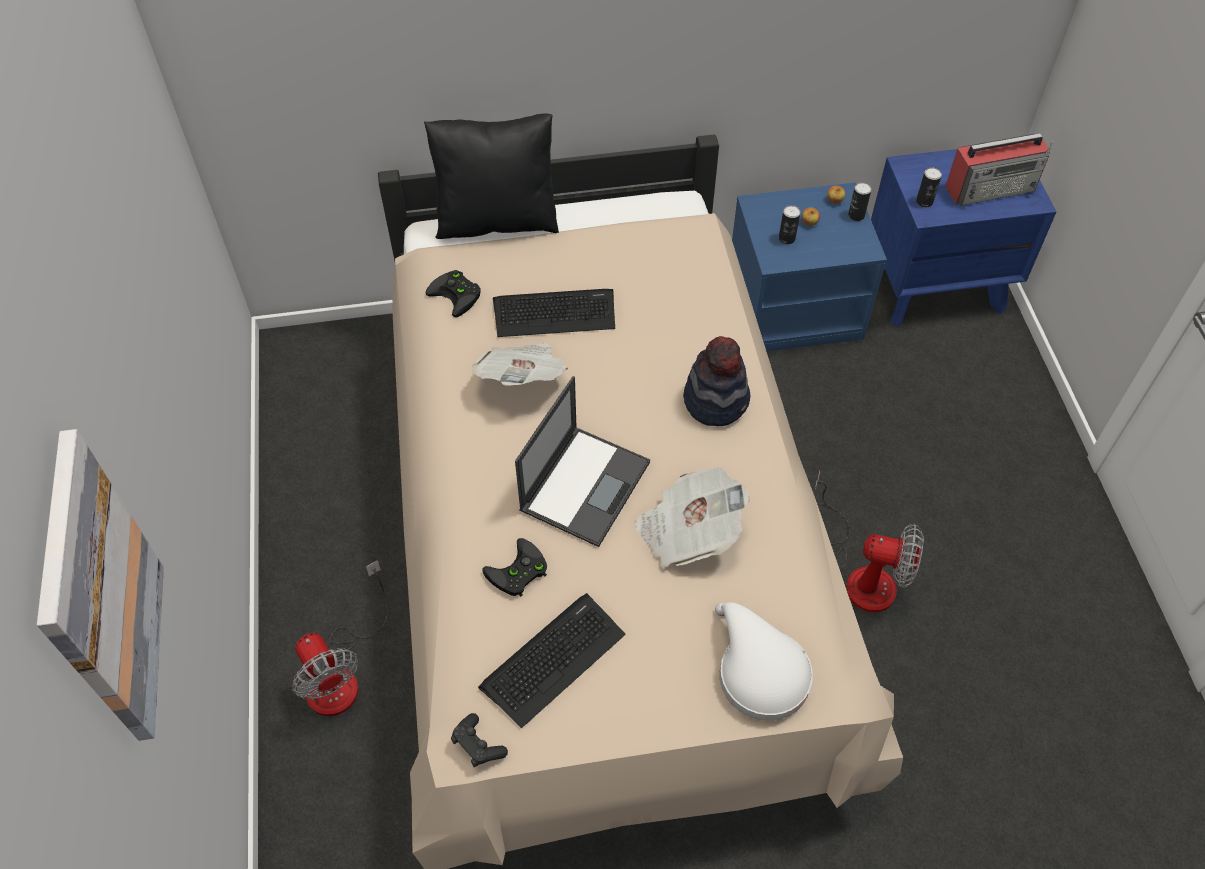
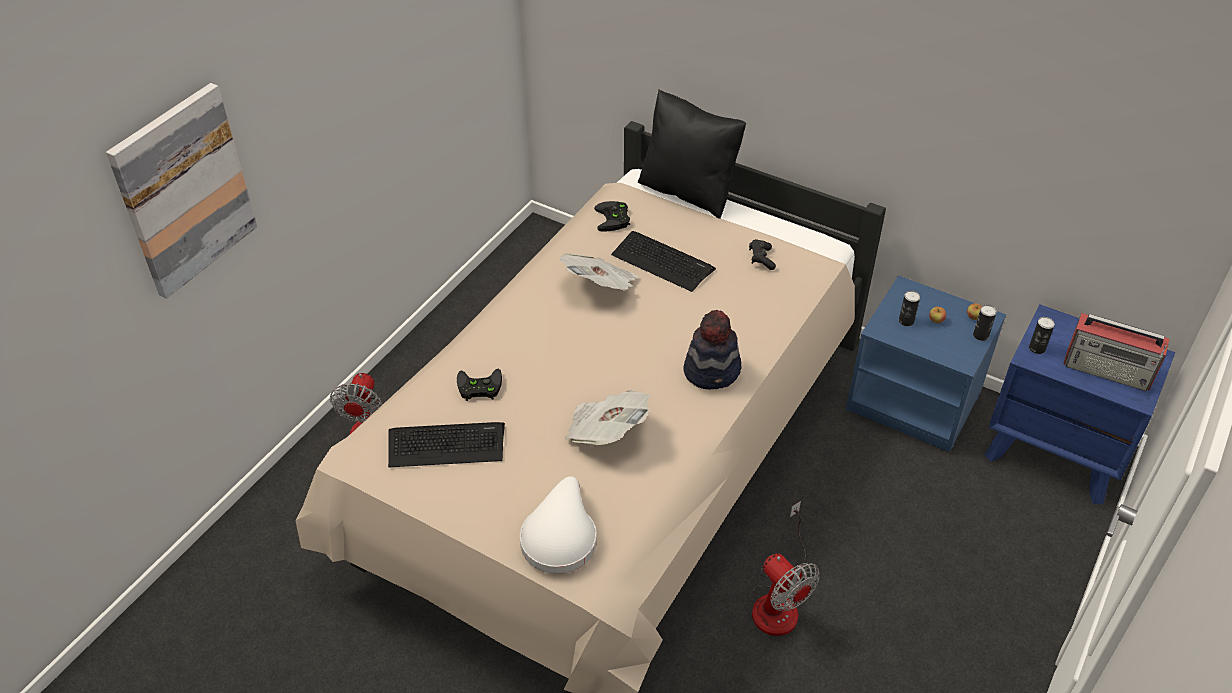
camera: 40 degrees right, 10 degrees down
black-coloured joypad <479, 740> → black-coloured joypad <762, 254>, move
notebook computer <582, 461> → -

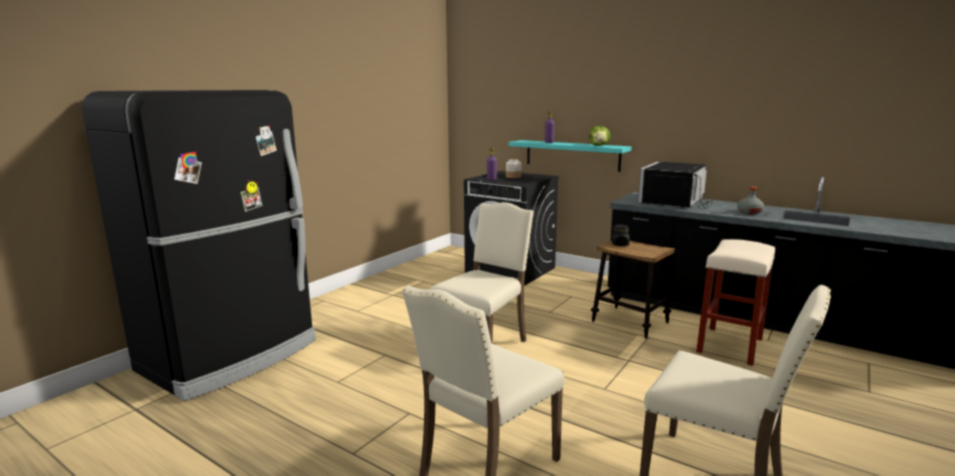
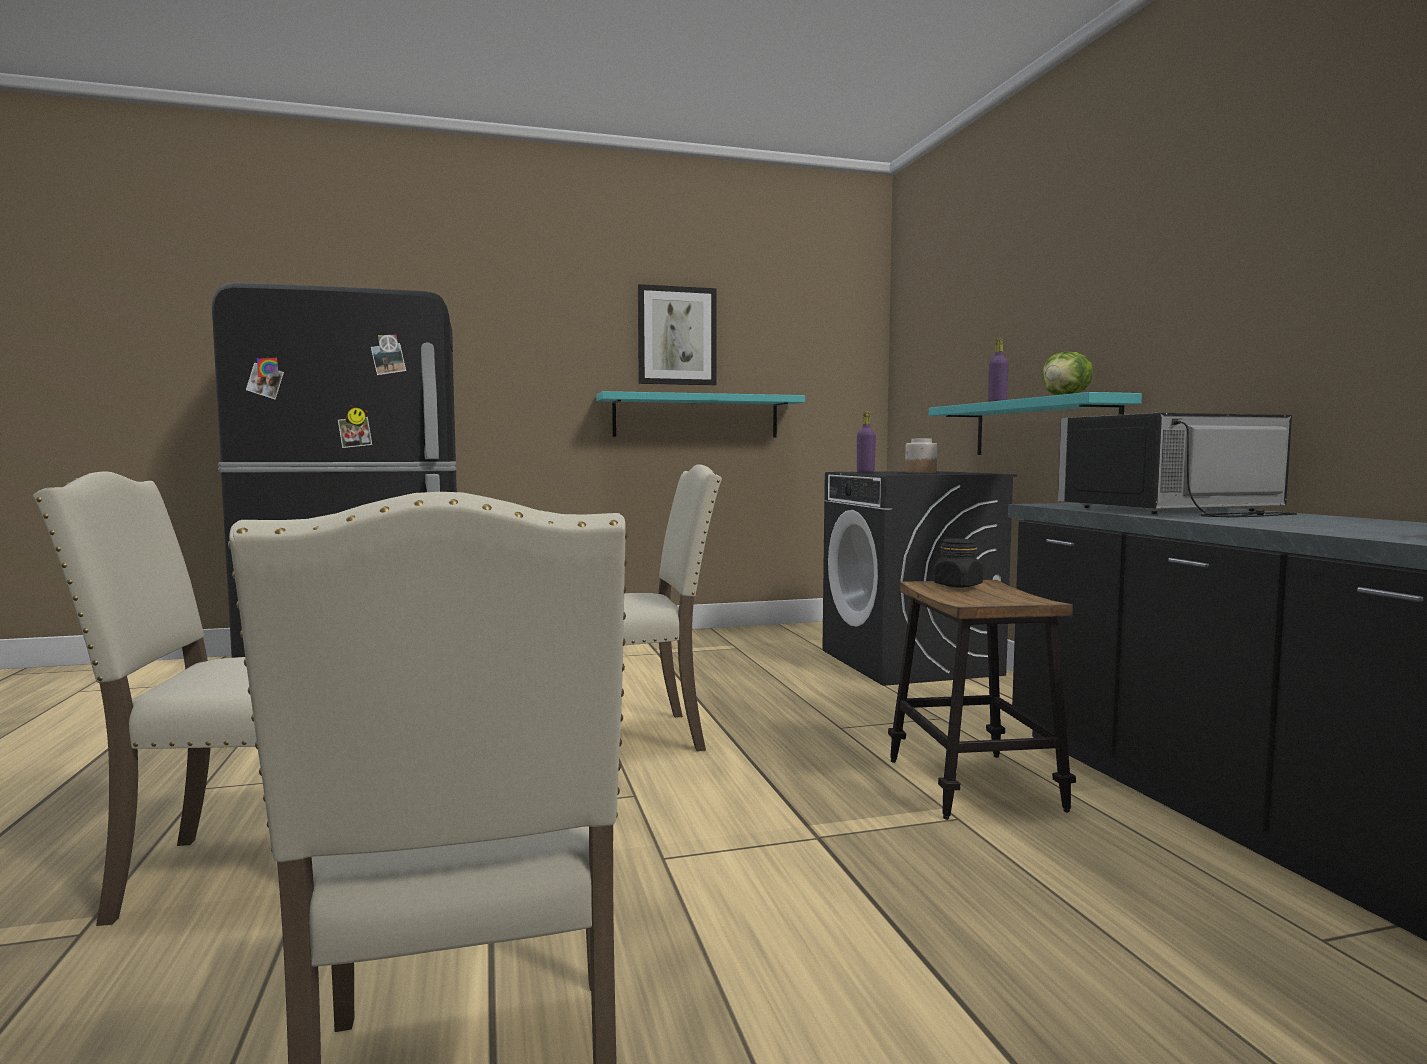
camera: 40 degrees right, 10 degrees down
- → turquoise wall shelf <700, 414>
- → picture <677, 334>
beige stool seat <735, 302> → -
greyish beverage bottle <750, 200> → -

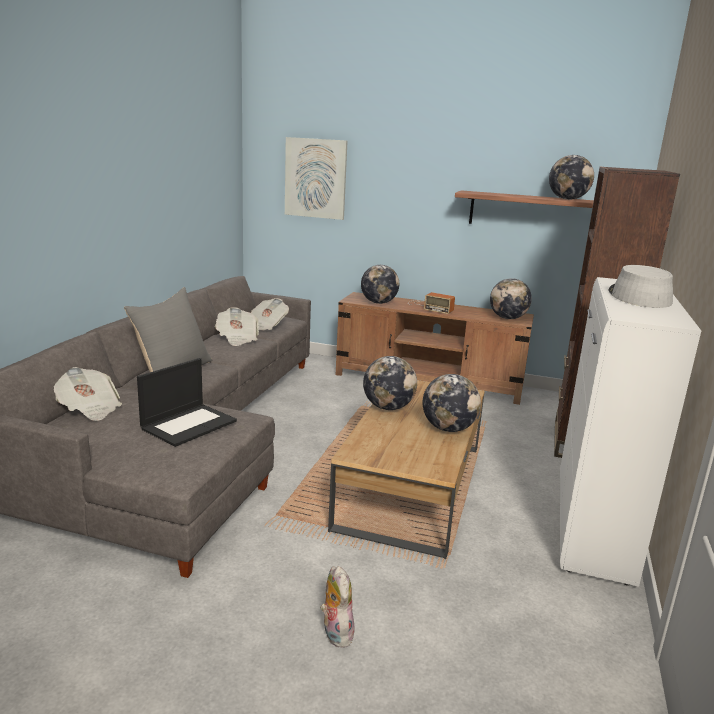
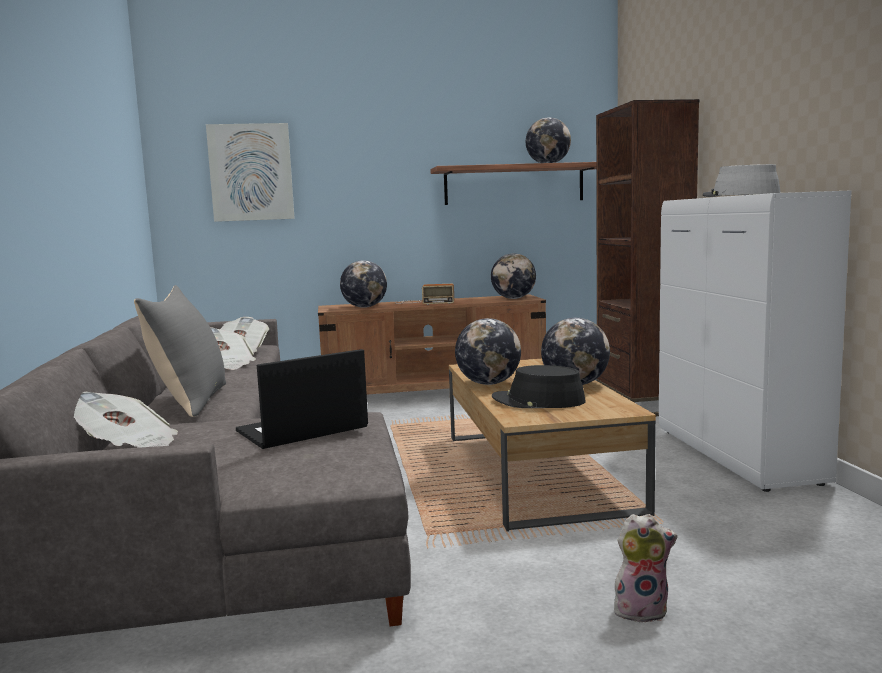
camera: 25 degrees left, 10 degrees down
notebook computer <187, 402> → notebook computer <302, 399>, 135 degrees counterclockwise
- → black-coloured wearable hat <539, 386>
soft toy <337, 607> → soft toy <646, 568>, 135 degrees clockwise

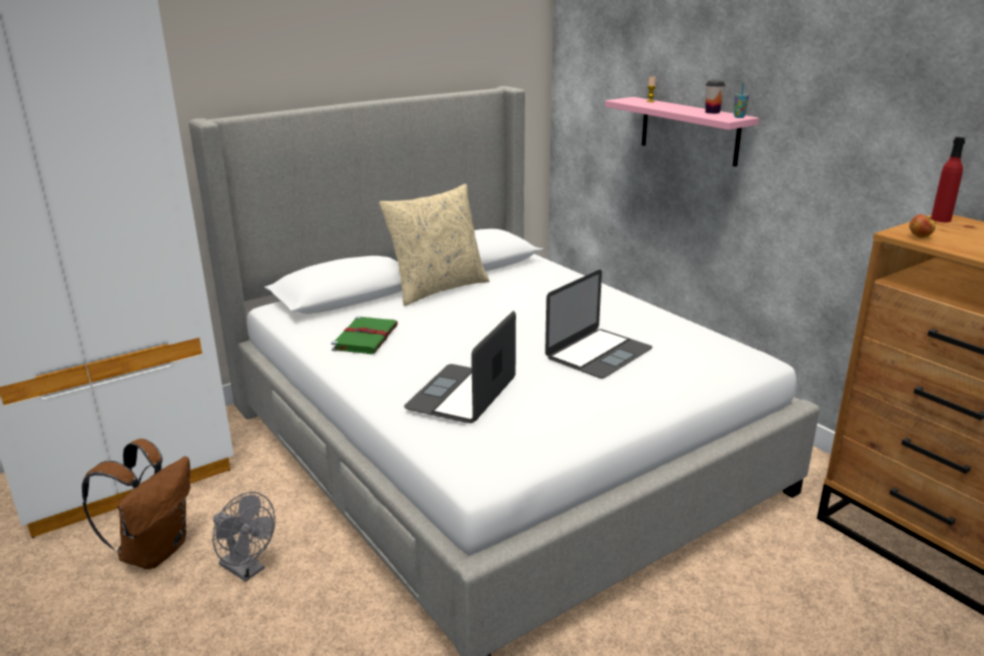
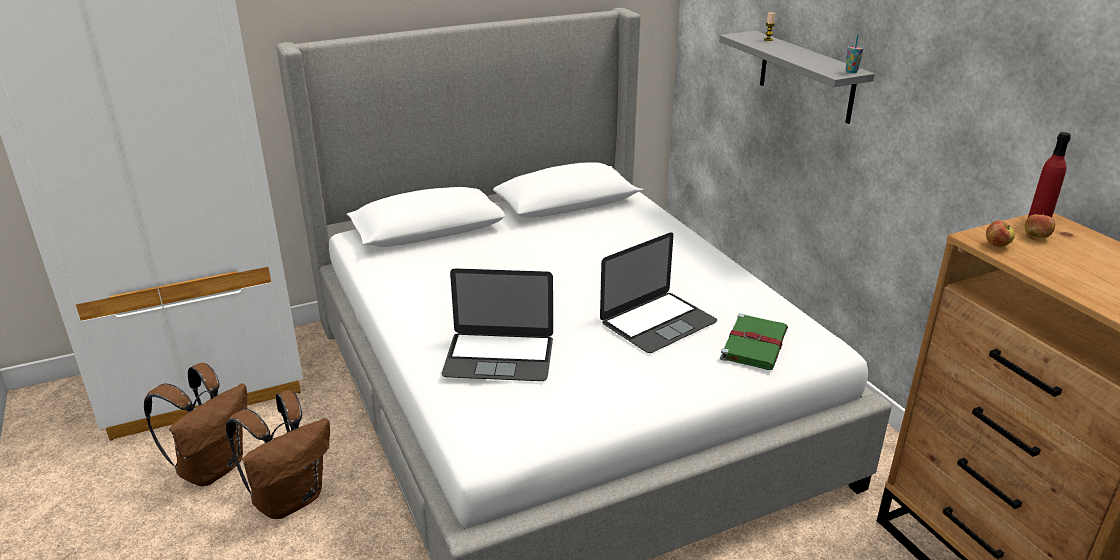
camera: 10 degrees right, 5 degrees up
greyish cooling fan <244, 537> → brown-coloured rucksack <278, 454>
notebook computer <460, 367> → notebook computer <497, 324>, 120 degrees counterclockwise
pink wall shelf <682, 132> → greyish wall shelf <796, 77>
green bound book <364, 335> → green bound book <754, 341>, move
- → apple fruit <1040, 225>
beige cushion <434, 245> → -
drinking cup <715, 97> → -

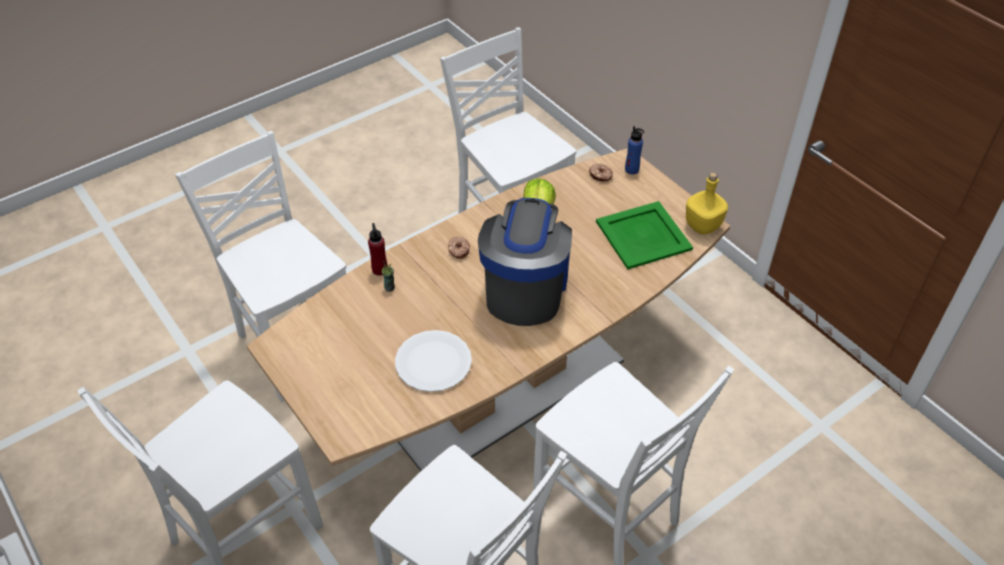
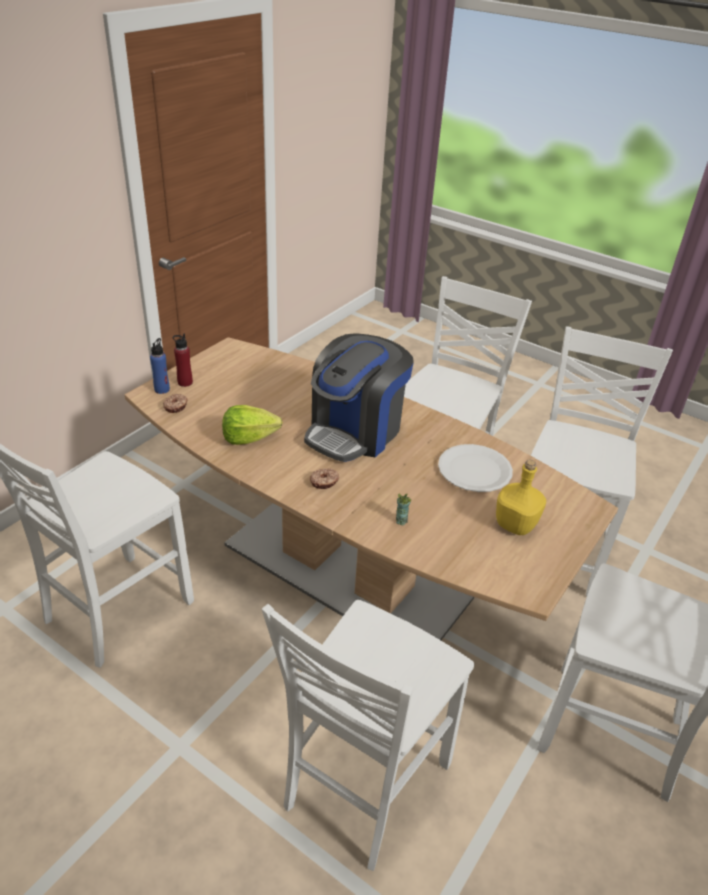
camera: 110 degrees left, 10 degrees down
reddish beverage bottle <378, 249> → reddish beverage bottle <183, 360>, move
coffee machine <525, 262> → coffee machine <359, 397>, 45 degrees counterclockwise
yellow beverage bottle <707, 203> → yellow beverage bottle <521, 497>, move
green serving tray <644, 235> → -

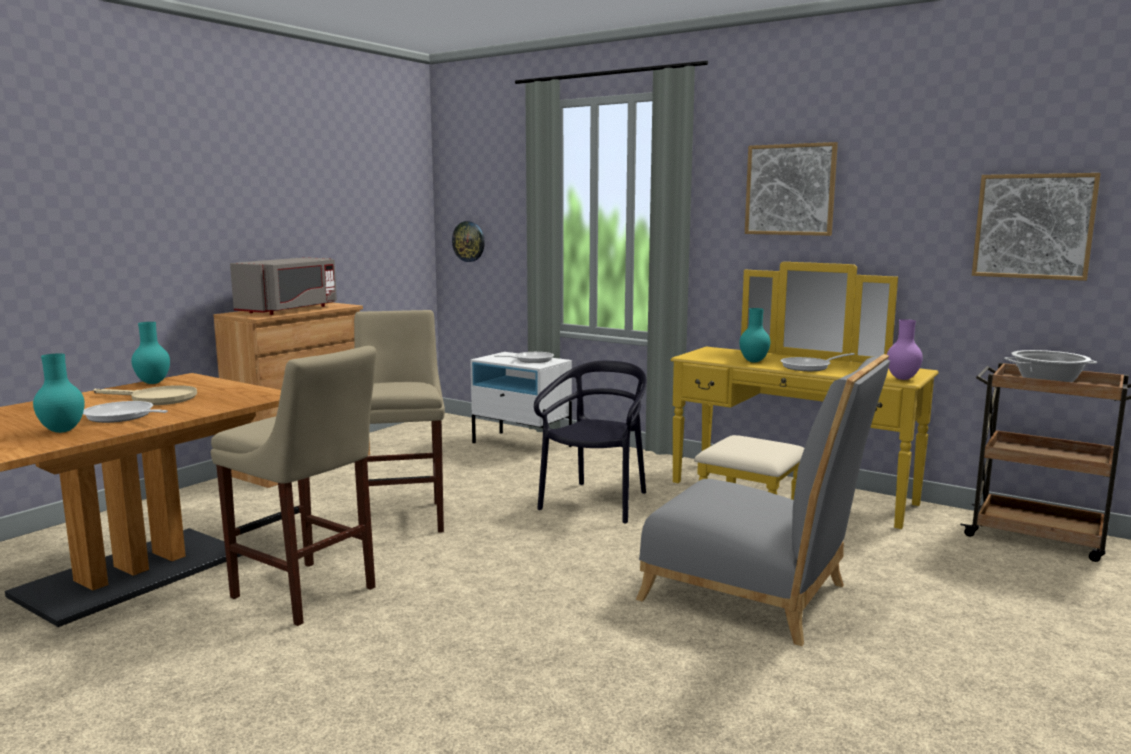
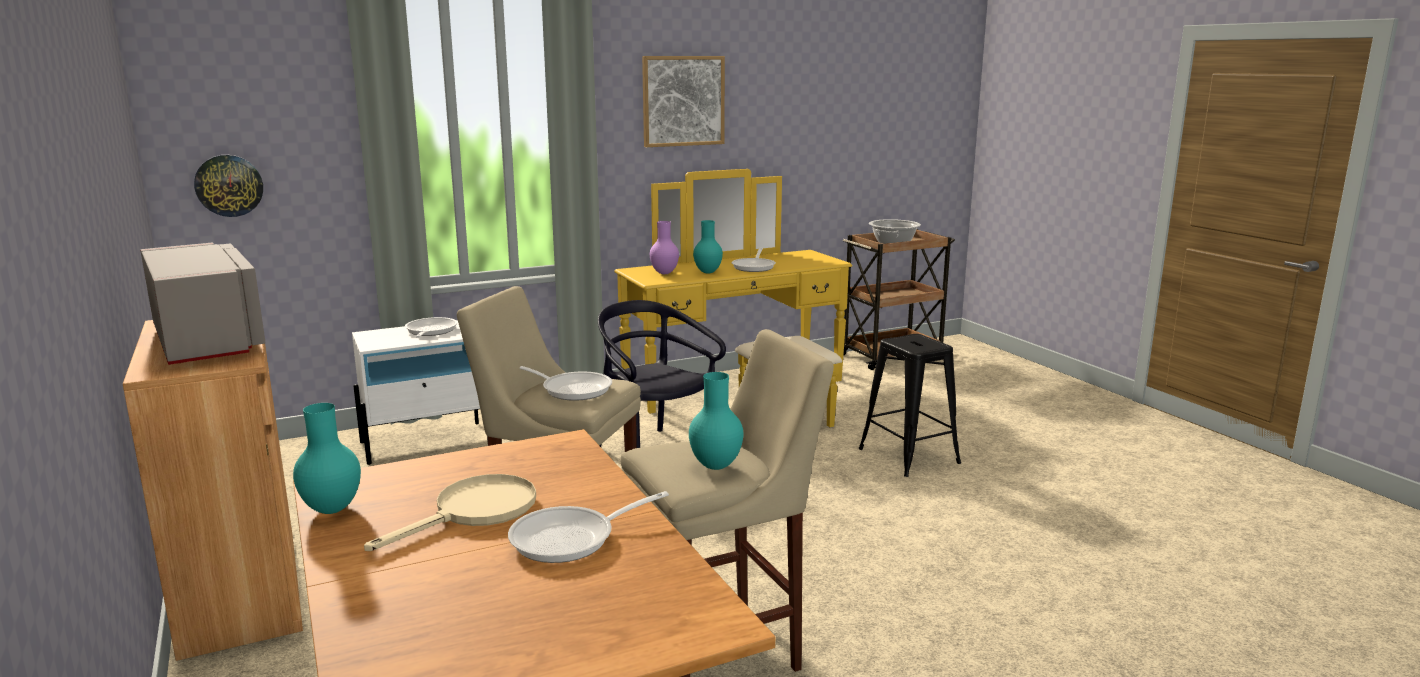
camera: 60 degrees left, 5 degrees up
- → pan <566, 383>
purplish vase <905, 349> → purplish vase <664, 247>, move
turquoise vase <59, 393> → turquoise vase <716, 421>, move
greyish upright chair <763, 500> → black-coloured stool seat <909, 405>
picture <1036, 227> → -

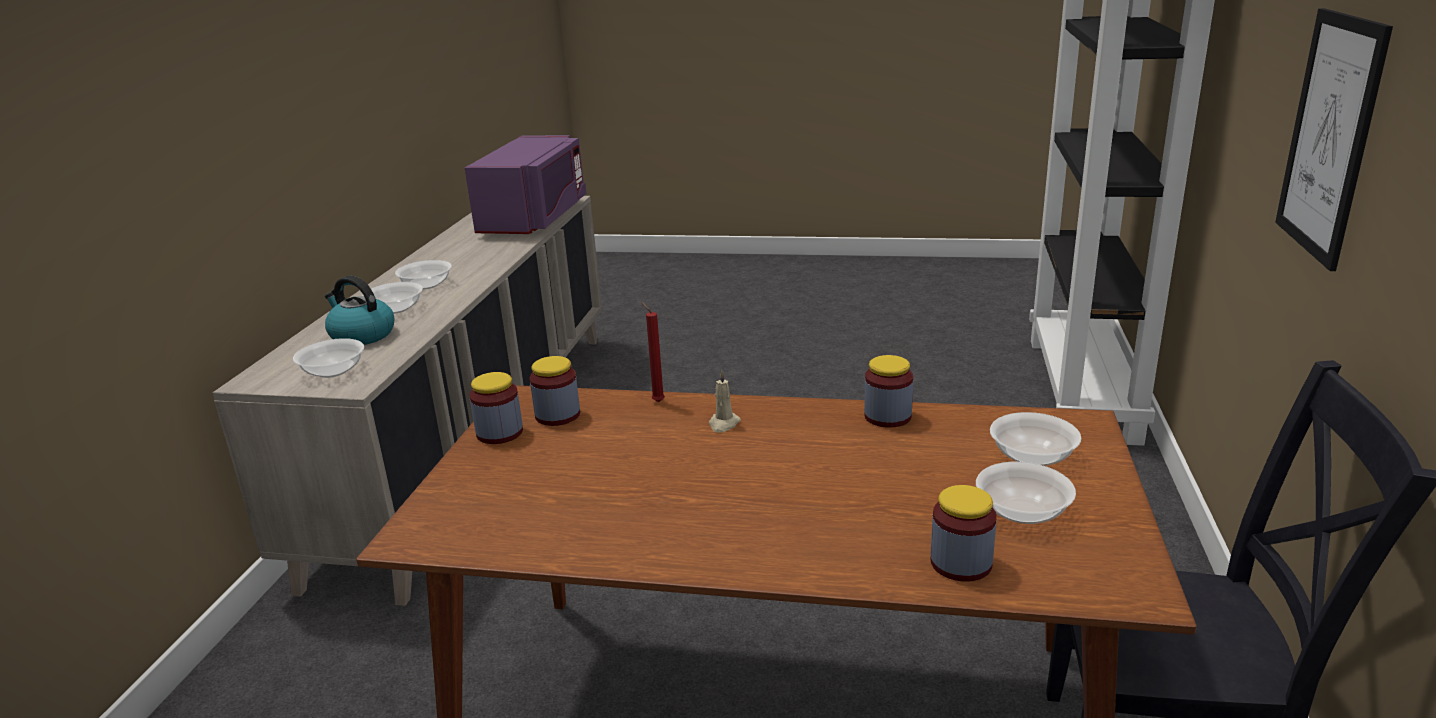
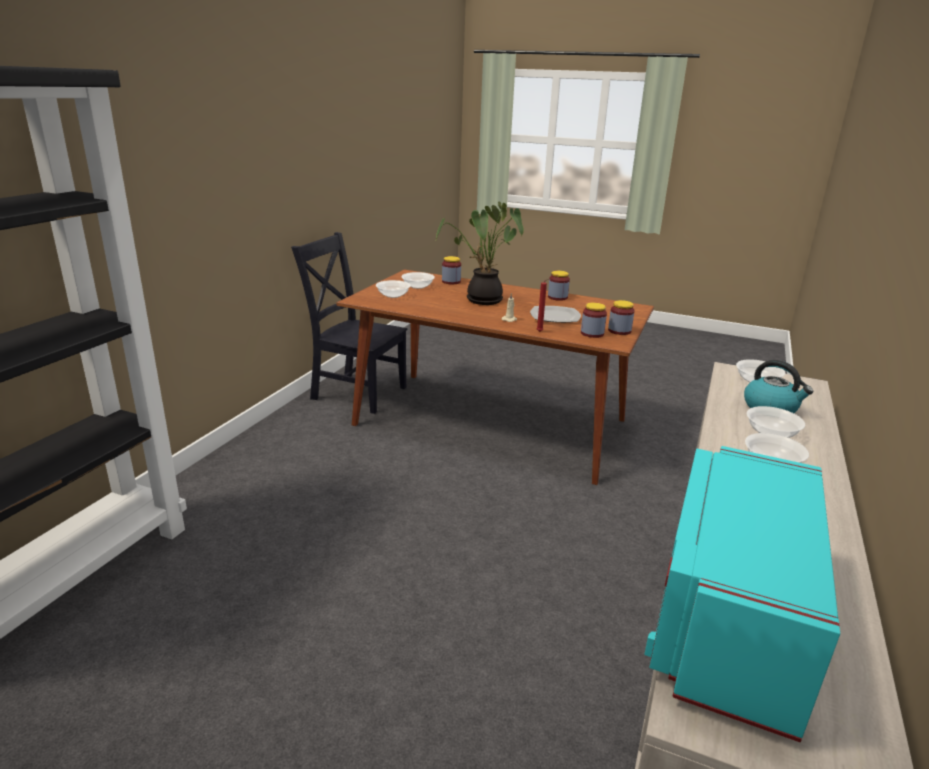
camera: 170 degrees left, 0 degrees up
- → houseplant <480, 253>
- → flat dish <555, 314>
jar <888, 391> → jar <559, 286>, move
purplish kitchen microwave <525, 184> → turquoise kitchen microwave <742, 594>
picture <1334, 139> → -

